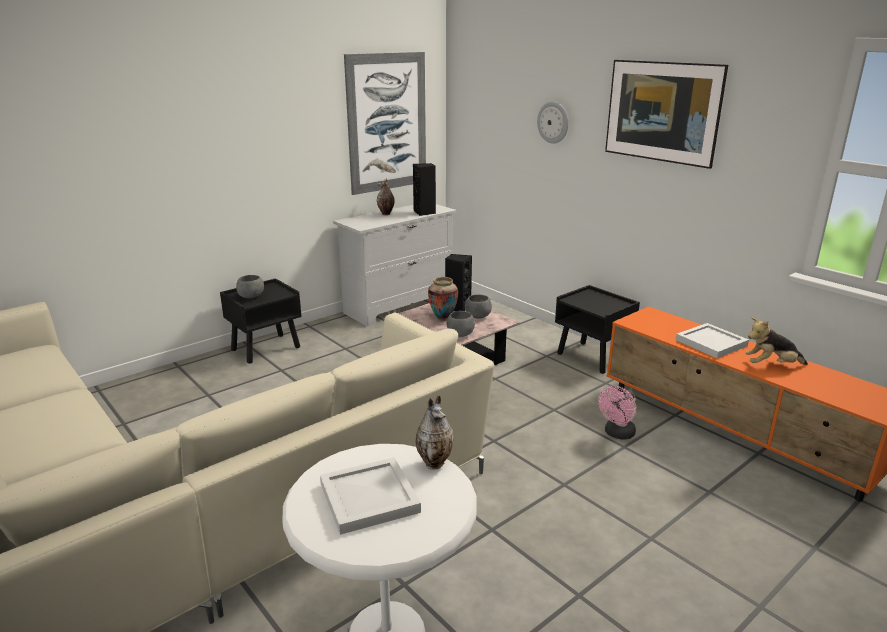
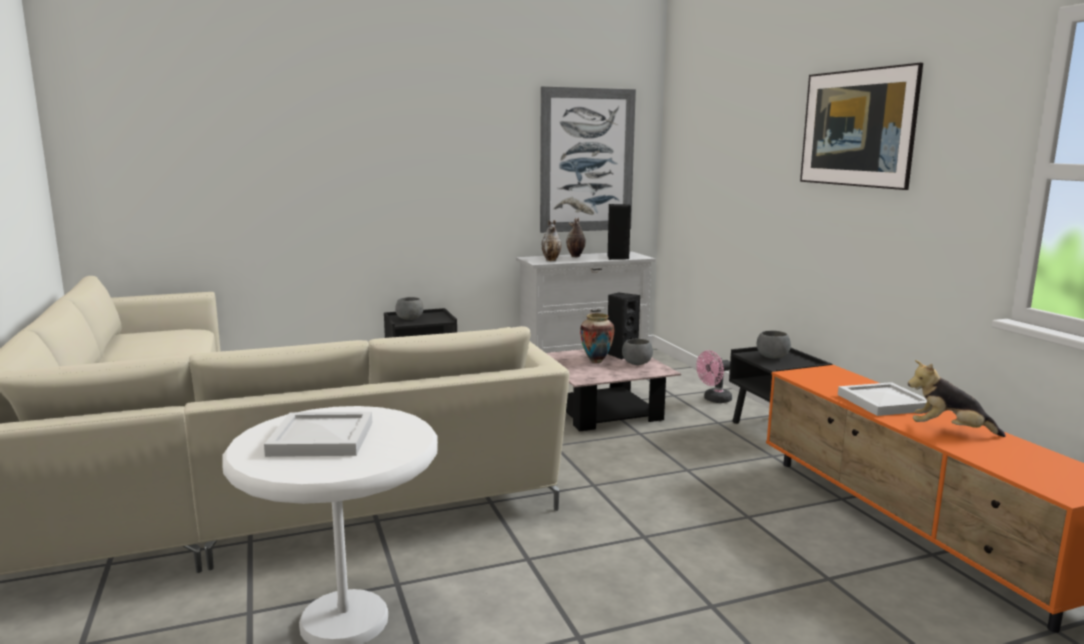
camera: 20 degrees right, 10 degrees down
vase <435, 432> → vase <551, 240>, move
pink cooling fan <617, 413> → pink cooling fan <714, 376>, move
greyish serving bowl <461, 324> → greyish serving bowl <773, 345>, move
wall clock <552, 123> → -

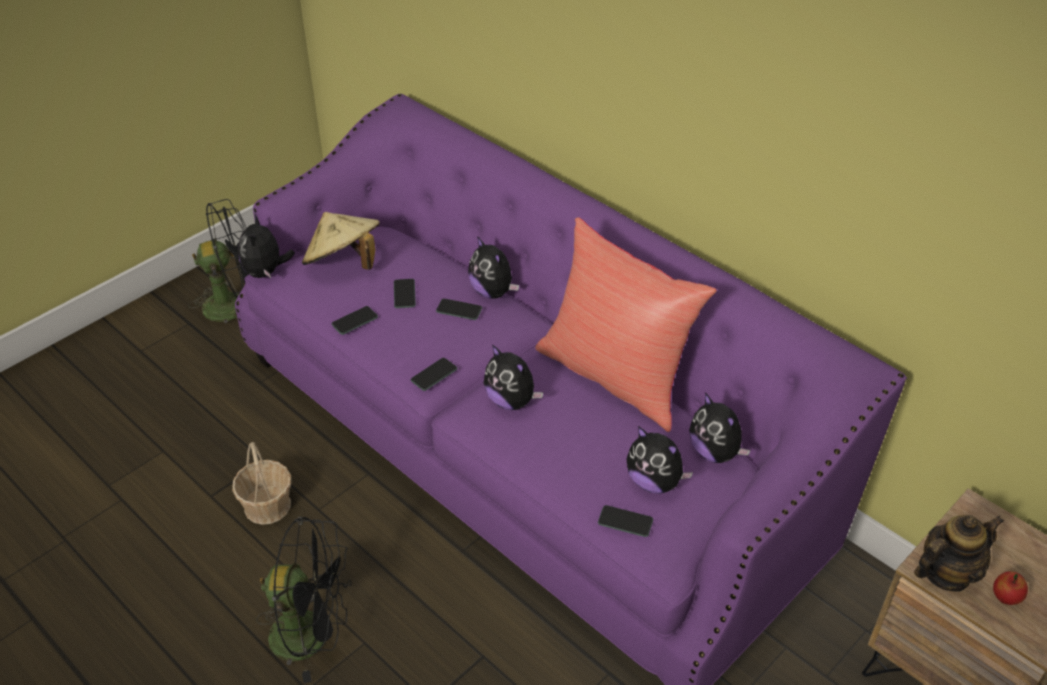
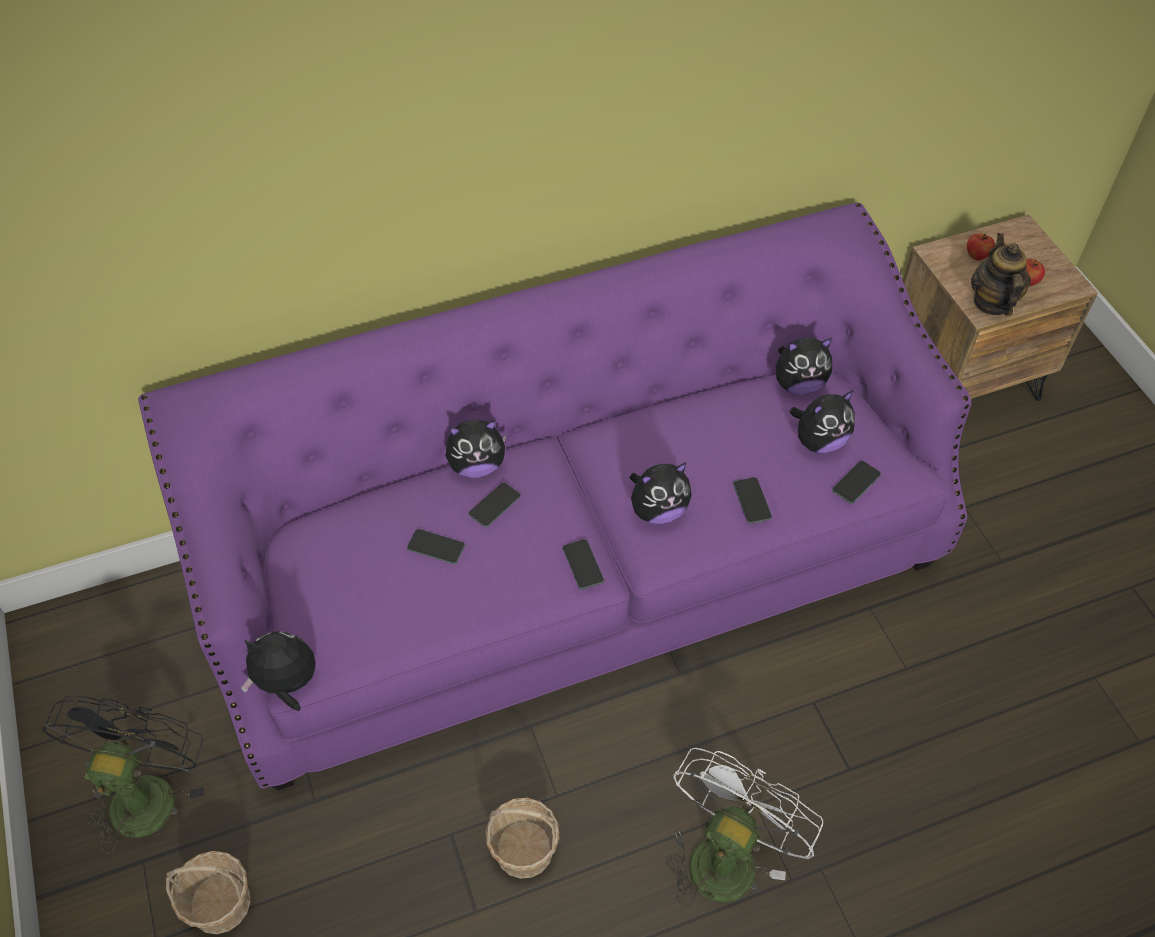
camera: 65 degrees left, 10 degrees up
- → basket <208, 892>
soft toy <266, 245> → soft toy <278, 671>, 150 degrees clockwise
black-coloured cooling fan <304, 600> → white-coloured cooling fan <744, 828>
phone <354, 320> → phone <752, 500>, move
- → apple fruit <981, 247>
beige wearable hat <341, 241> → -
reddish cushion <626, 324> → -

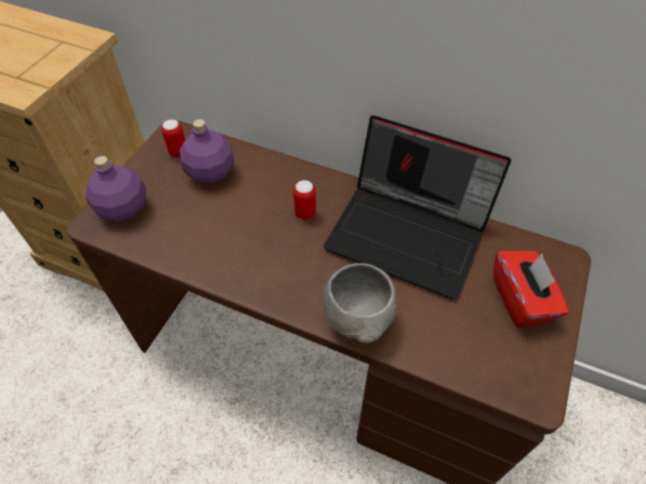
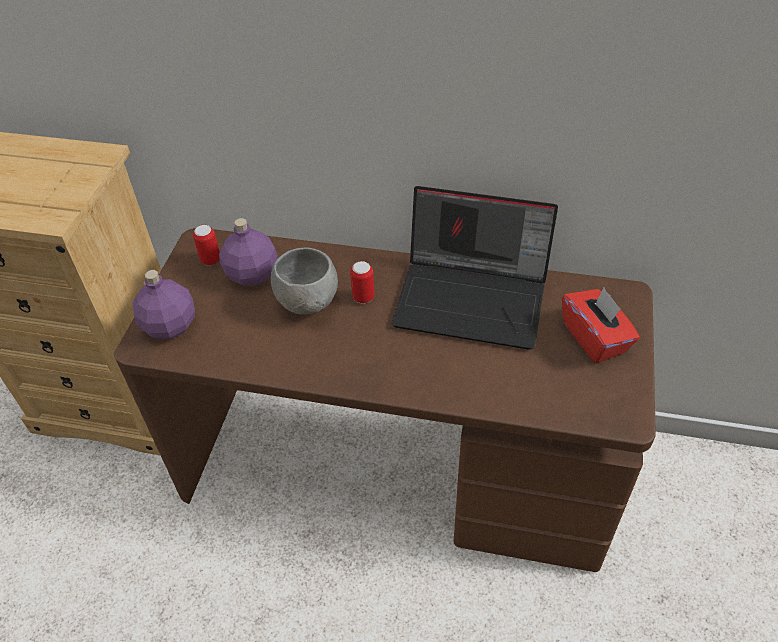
camera: 10 degrees left, 5 degrees down
greyish serving bowl <359, 303> → greyish serving bowl <304, 281>, move

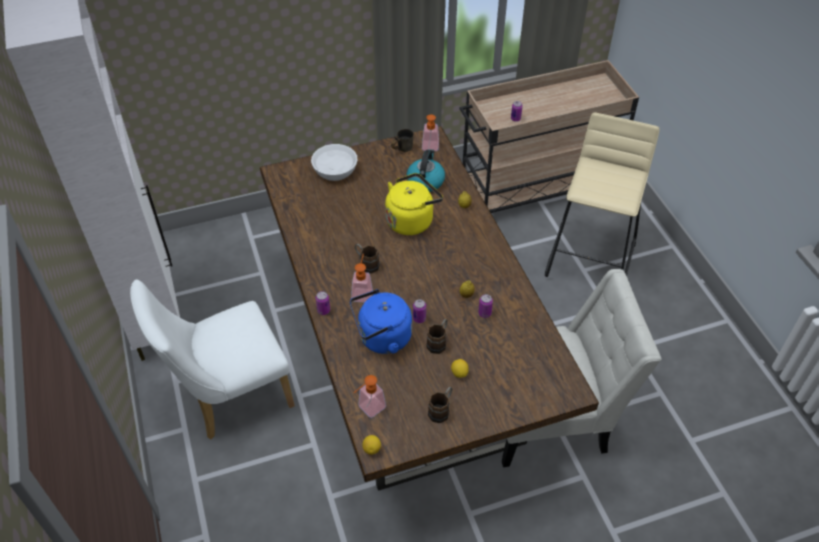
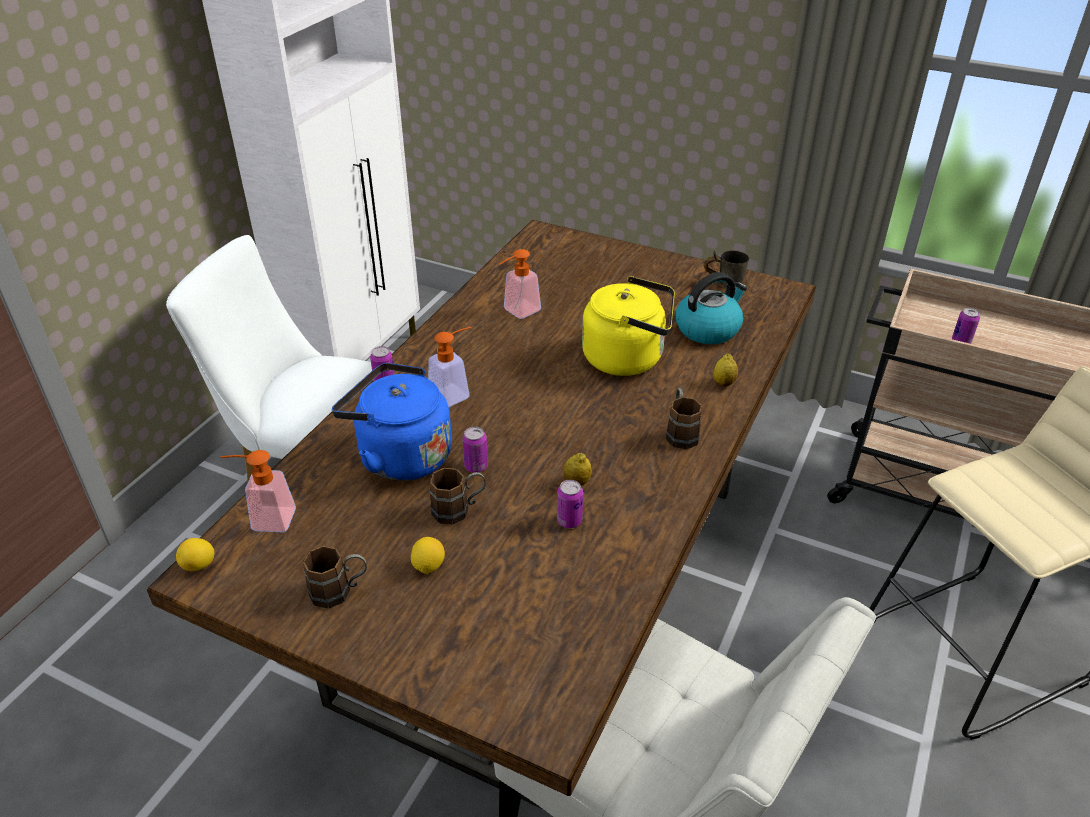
camera: 45 degrees right, 10 degrees down
liquid soap bottle <430, 132> → liquid soap bottle <520, 284>, move
brown-coloured tea mug <367, 259> → brown-coloured tea mug <684, 418>, move
white-coloured serving bowl <334, 162> → -

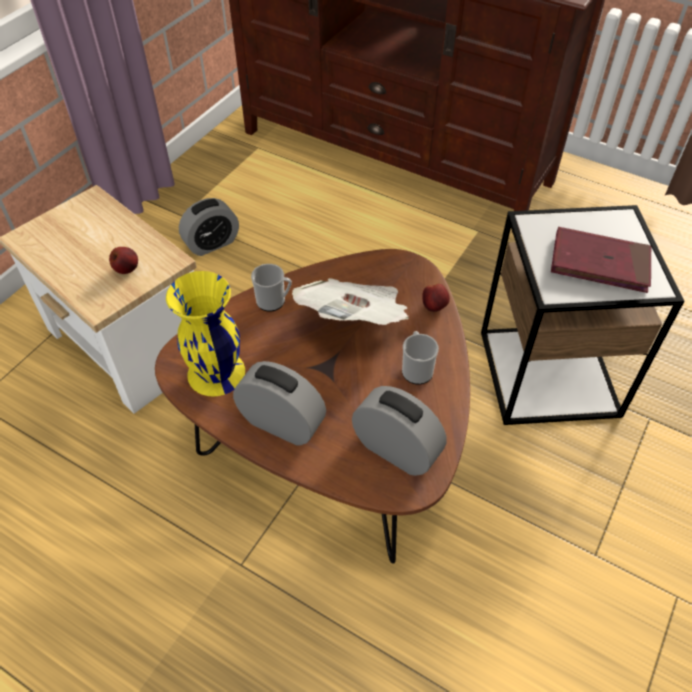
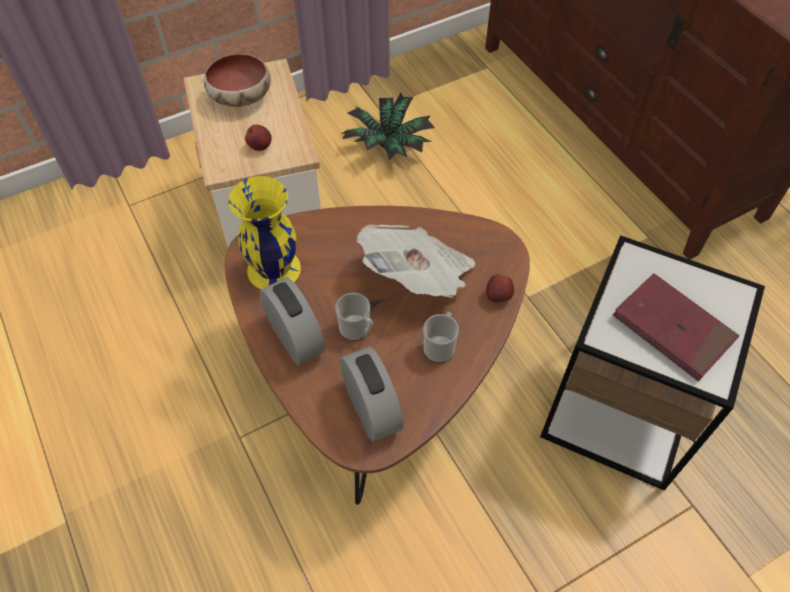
camera: 30 degrees right, 5 degrees up
- → serving bowl <237, 80>
tea mug <271, 288> → tea mug <354, 317>, move
table clock <209, 227> → houseplant <388, 127>

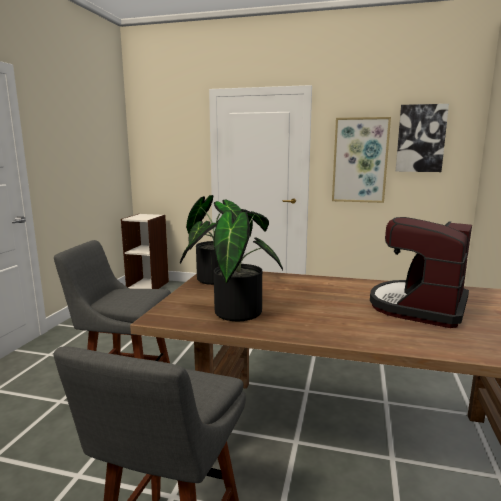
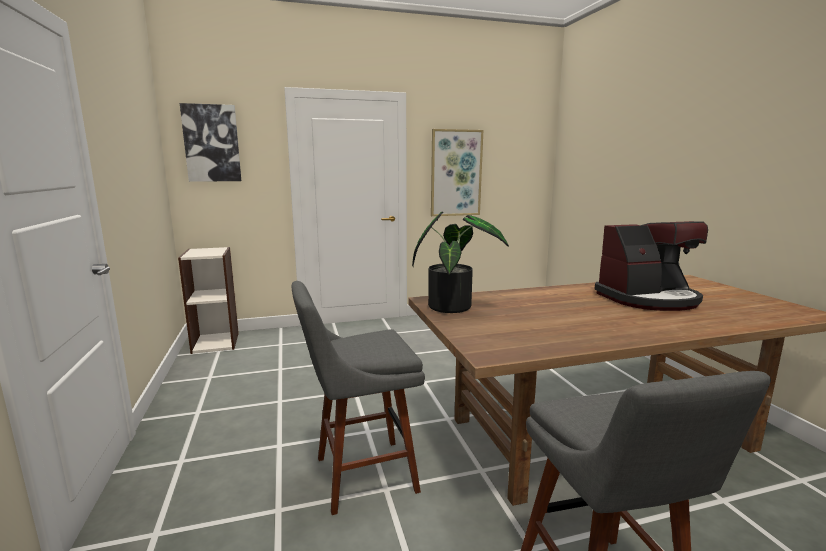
camera: 30 degrees left, 0 degrees up
picture <422, 138> → picture <210, 142>, move
coffee machine <421, 272> → coffee machine <651, 266>, 105 degrees counterclockwise
houseplant <231, 265> → -

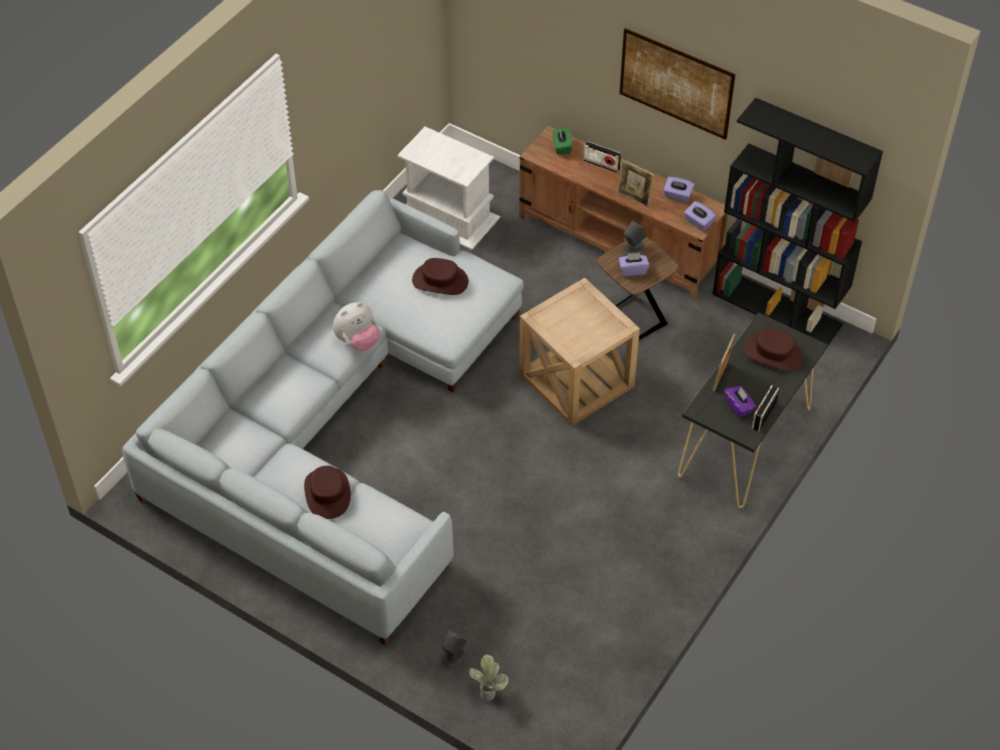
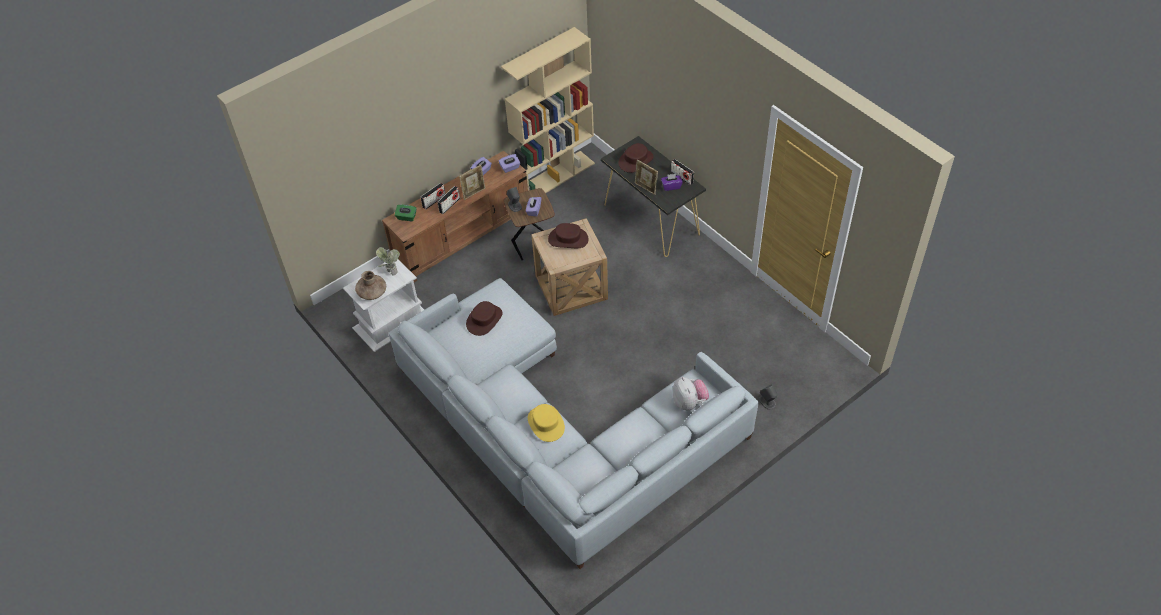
camera: 70 degrees left, 0 degrees up
- → brown-coloured vase <370, 285>
houseplant <489, 678> → houseplant <388, 261>, move
- → radio receiver <448, 200>
black-coloured bookcase <797, 221> → beige bookcase <548, 110>
- → yellow wearable hat <546, 423>
brown-coloured wearable hat <327, 492> → brown-coloured wearable hat <568, 235>, move
soft toy <356, 326> → soft toy <691, 393>, move
picture <677, 84> → -

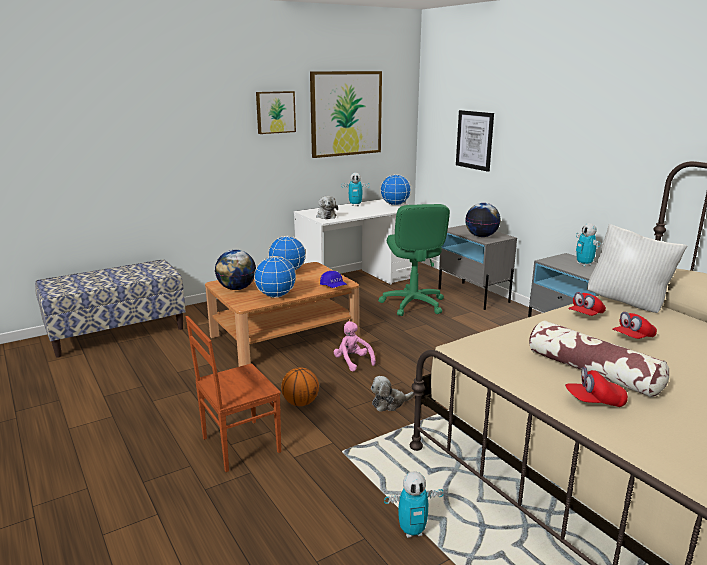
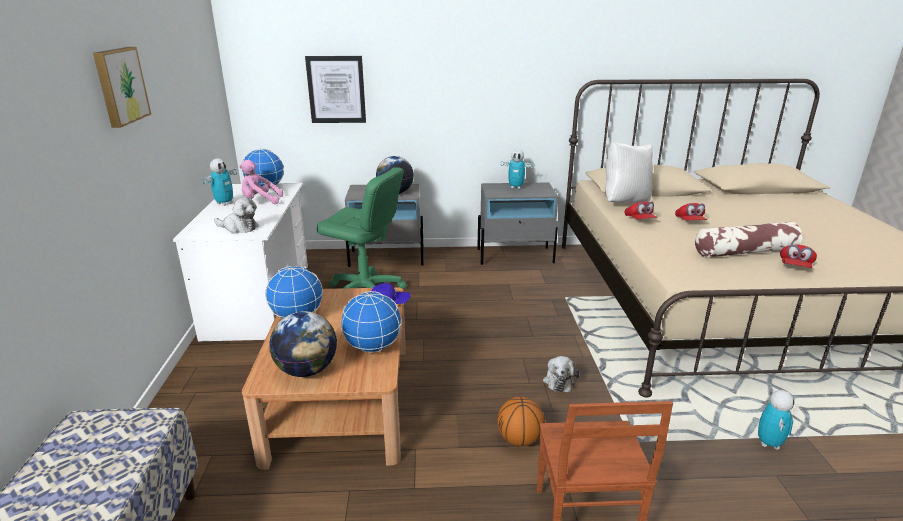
camera: 60 degrees left, 5 degrees up
pink soft toy <355, 346> → pink soft toy <261, 182>, move
picture <346, 114> → -

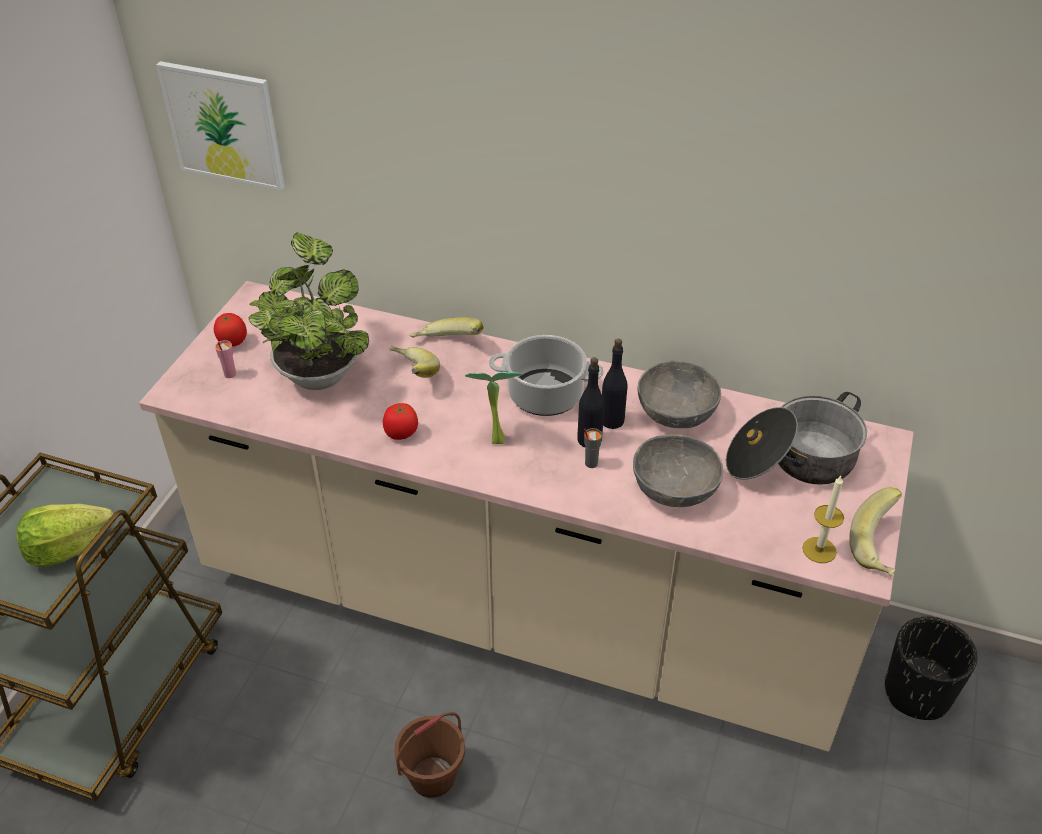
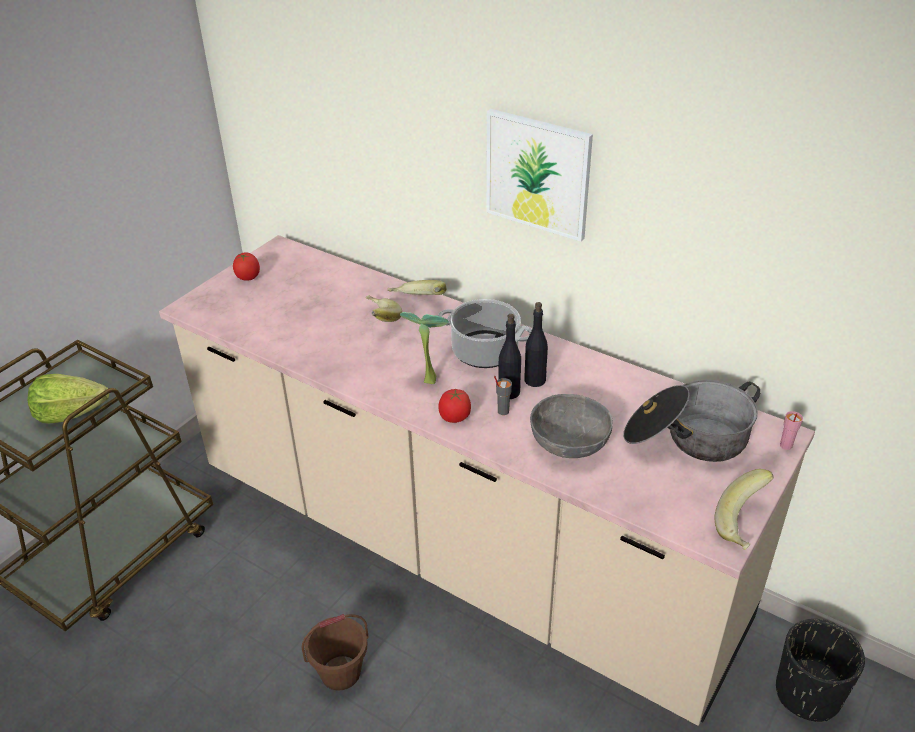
camera: 15 degrees right, 5 degrees down
tomato <400, 421> → tomato <454, 406>, move
picture <220, 125> → picture <539, 175>, move
pink drinking cup <225, 359> → pink drinking cup <791, 430>, move
houseplant <309, 311> → -
greyish serving bowl <679, 394> → -
wax candle <823, 519> → -

